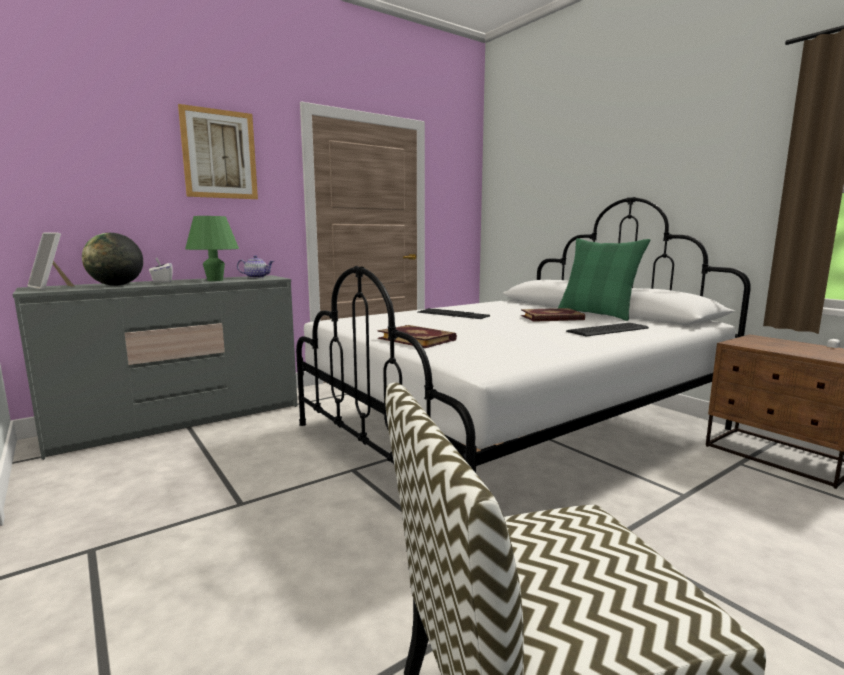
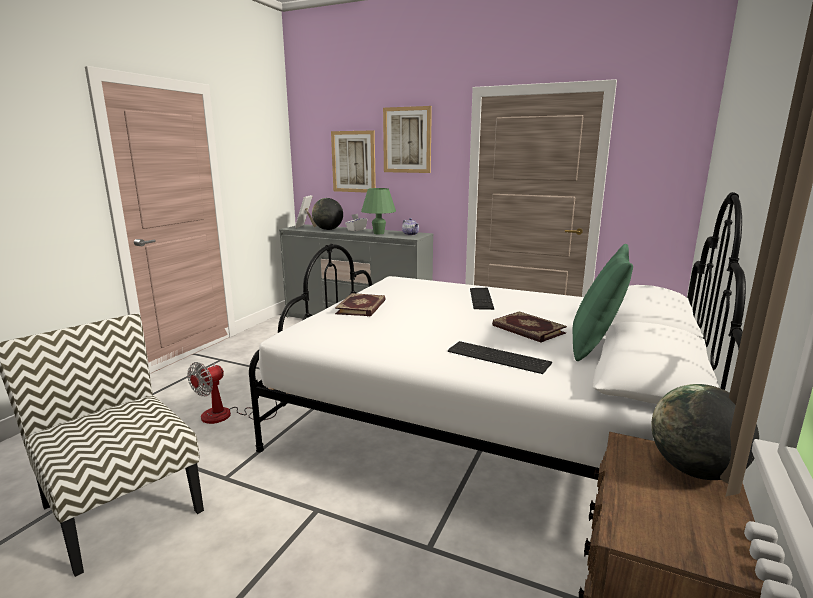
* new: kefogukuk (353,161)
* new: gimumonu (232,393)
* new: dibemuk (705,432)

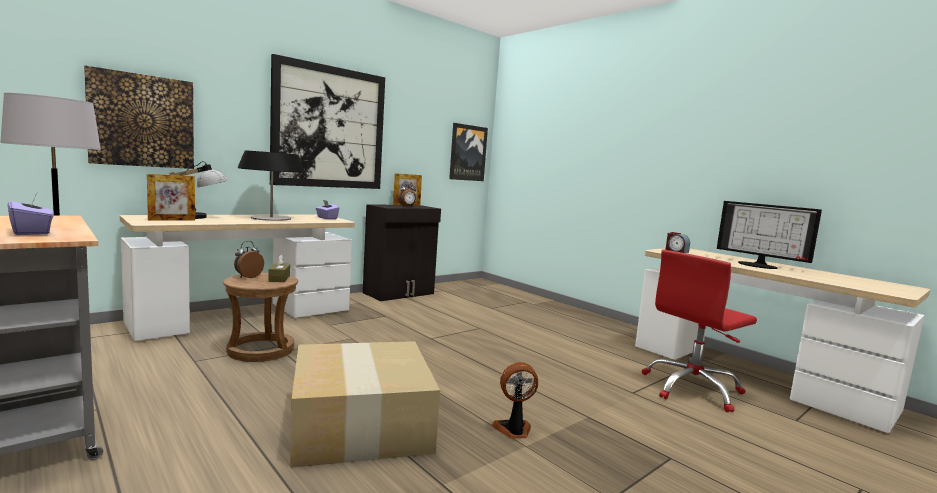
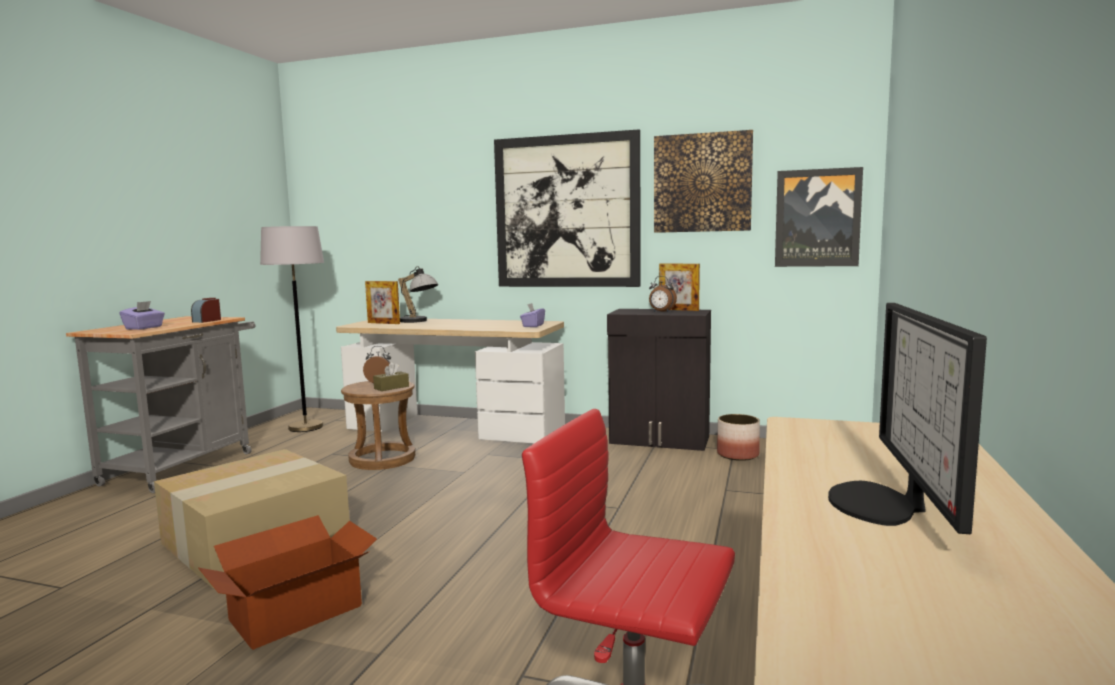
* shifted: kefogukuk (139,117) to (703,181)
* gone: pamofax (271,185)
* shifted: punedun (677,242) to (206,310)
* swapped: gimumonu (515,400) to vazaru (287,582)
* new: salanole (738,437)

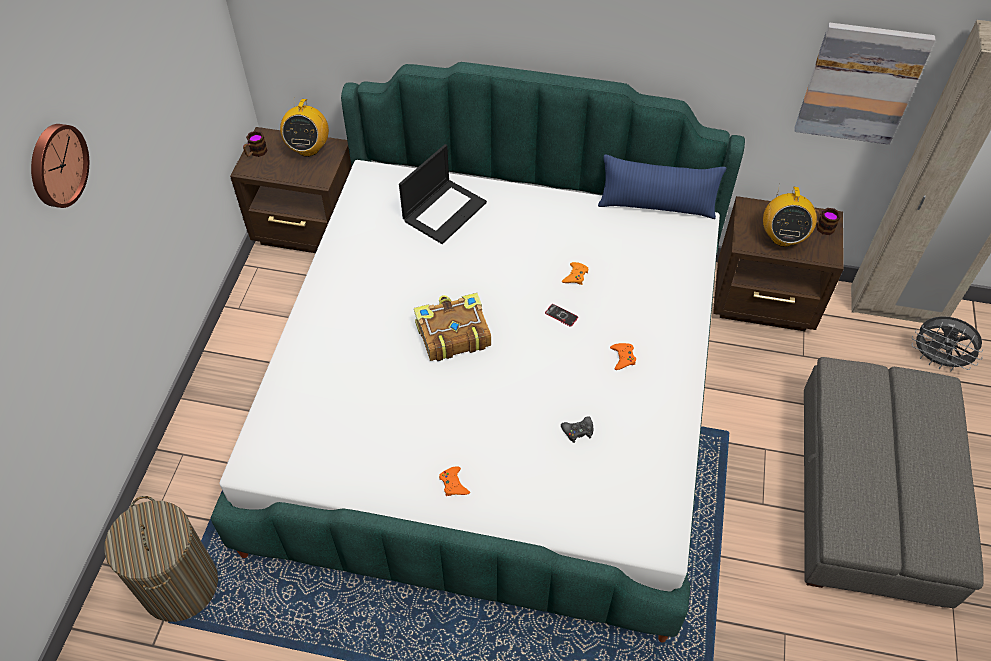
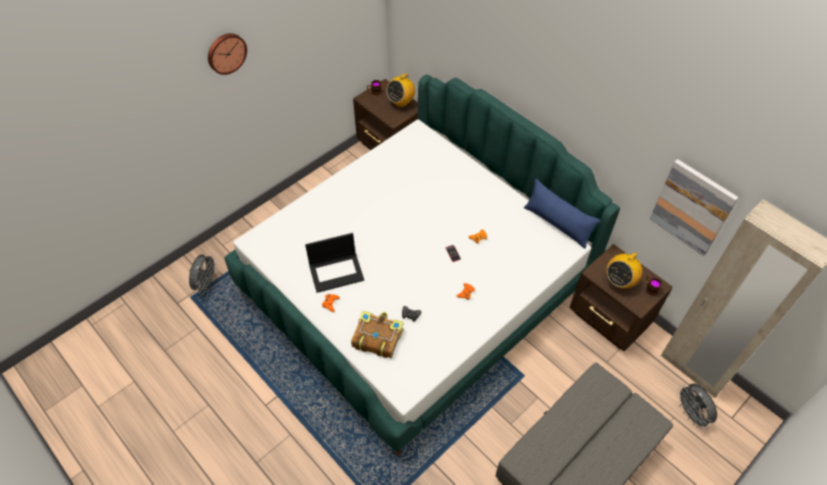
* shifted: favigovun (443,194) to (334,263)
* shifted: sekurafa (452,327) to (377,334)
* swapped: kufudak (161,559) to grey gimumonu (203,274)

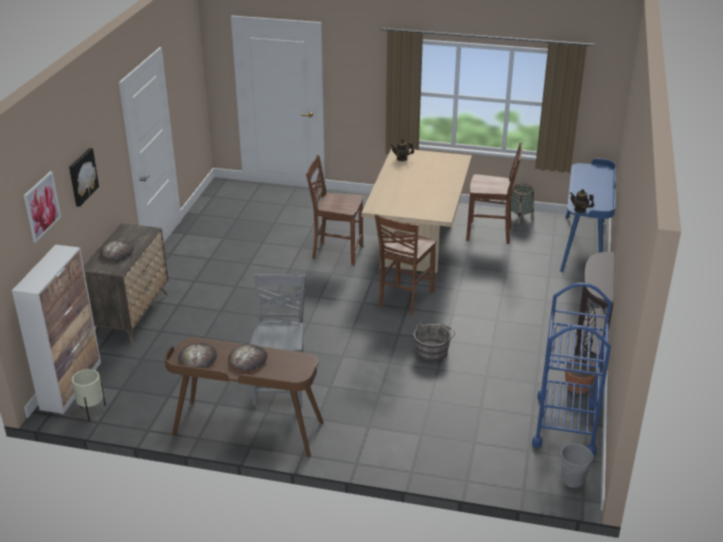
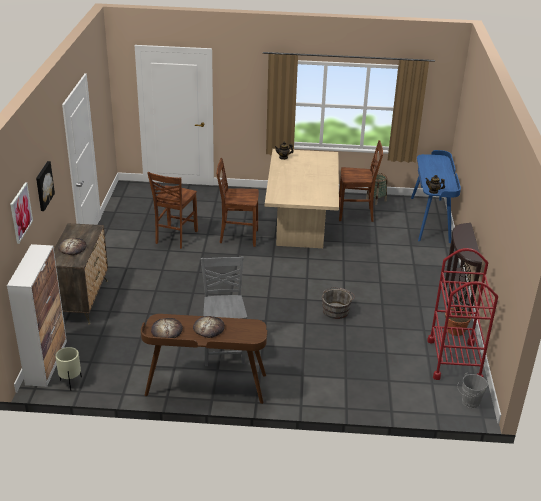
* shifted: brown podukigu (406,264) to (173,210)
* repainted: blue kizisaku (572,369) to red kizisaku (462,314)

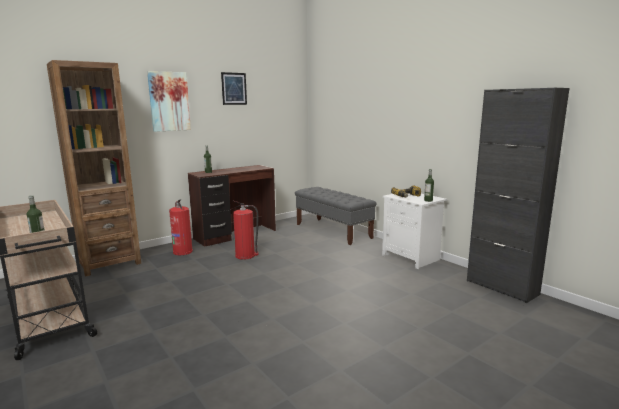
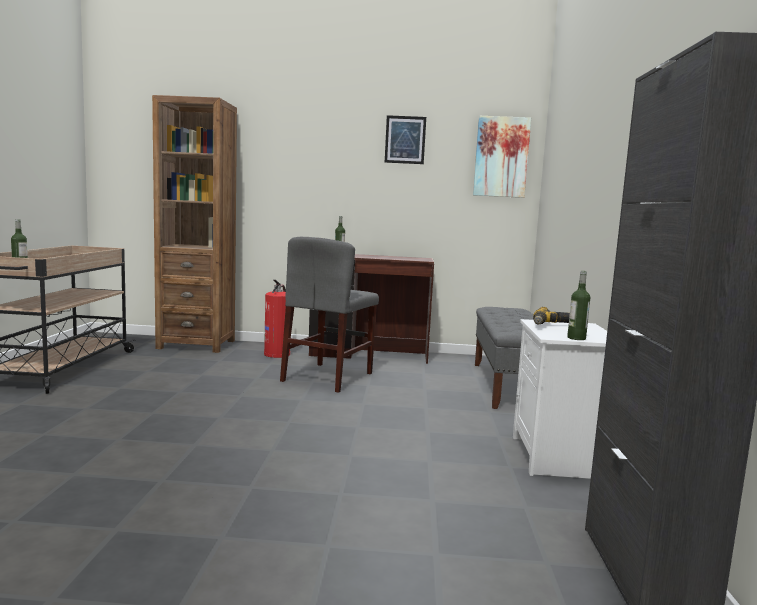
* shifted: kefogukuk (169,101) to (502,157)
* swapped: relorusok (245,230) to grey podukigu (329,315)

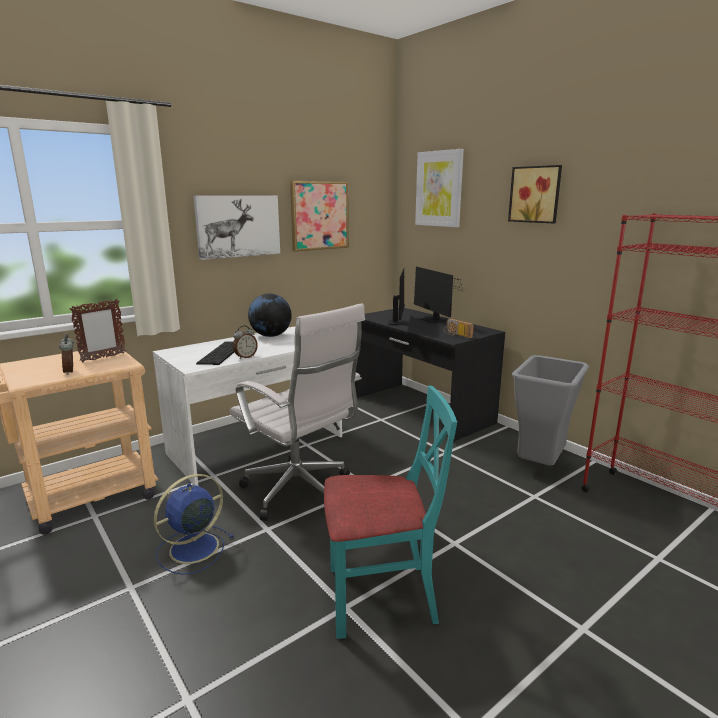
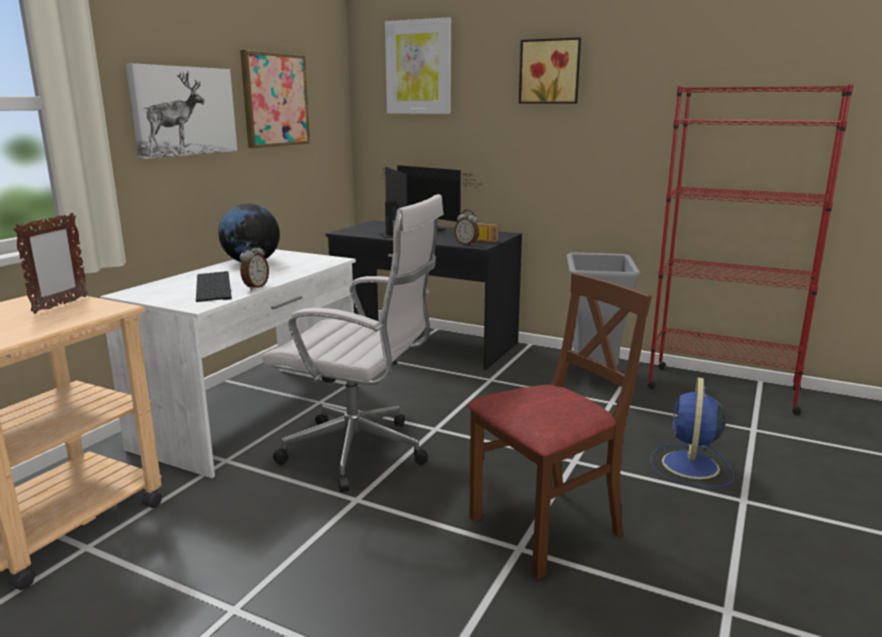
* shifted: punedun (66,354) to (466,228)
* repainted: turquoise podukigu (390,512) to brown podukigu (559,426)
* shifted: blue gimumonu (193,524) to (692,432)

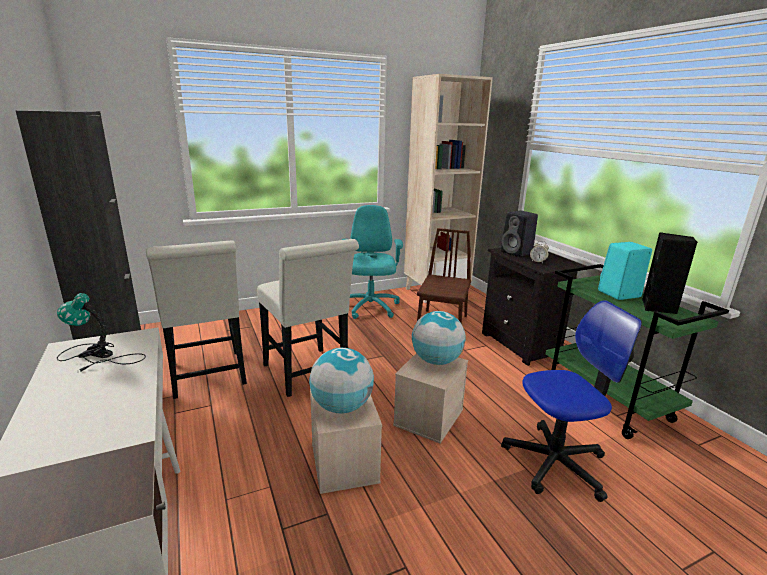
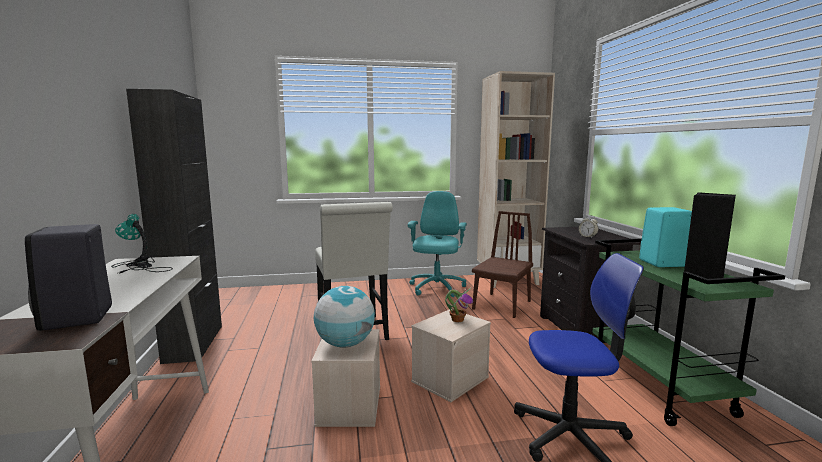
* shifted: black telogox (519,233) to (68,277)
* gone: white podukigu (196,320)
* swapped: dibemuk (439,338) to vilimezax (459,305)

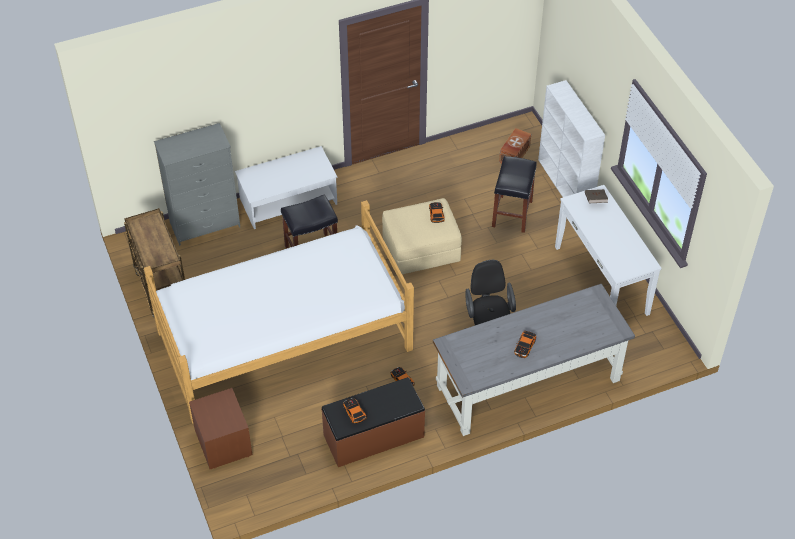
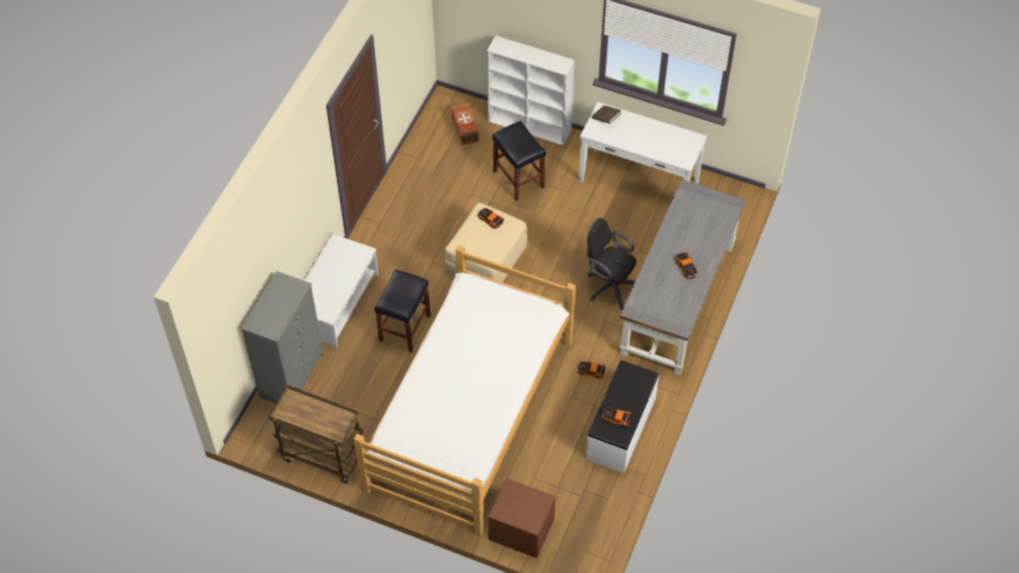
* repainted: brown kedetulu (373,422) to white kedetulu (622,416)

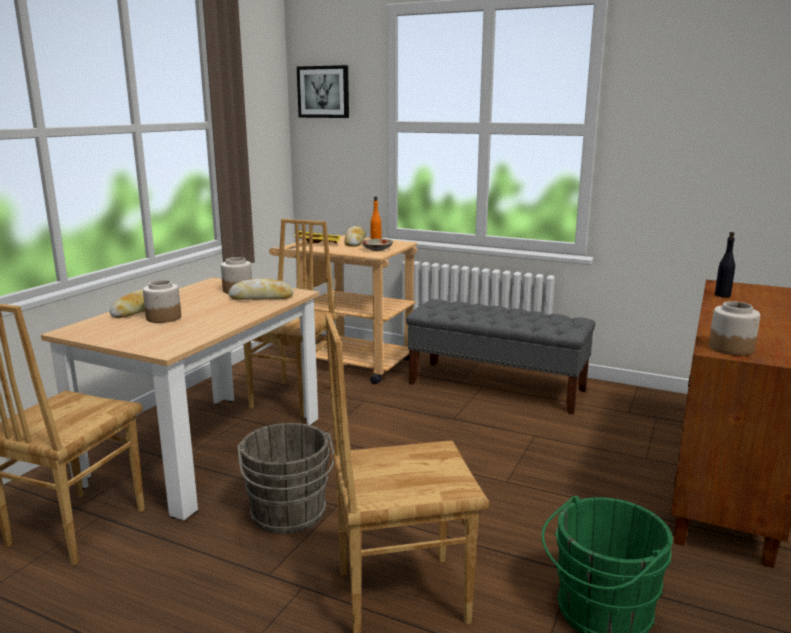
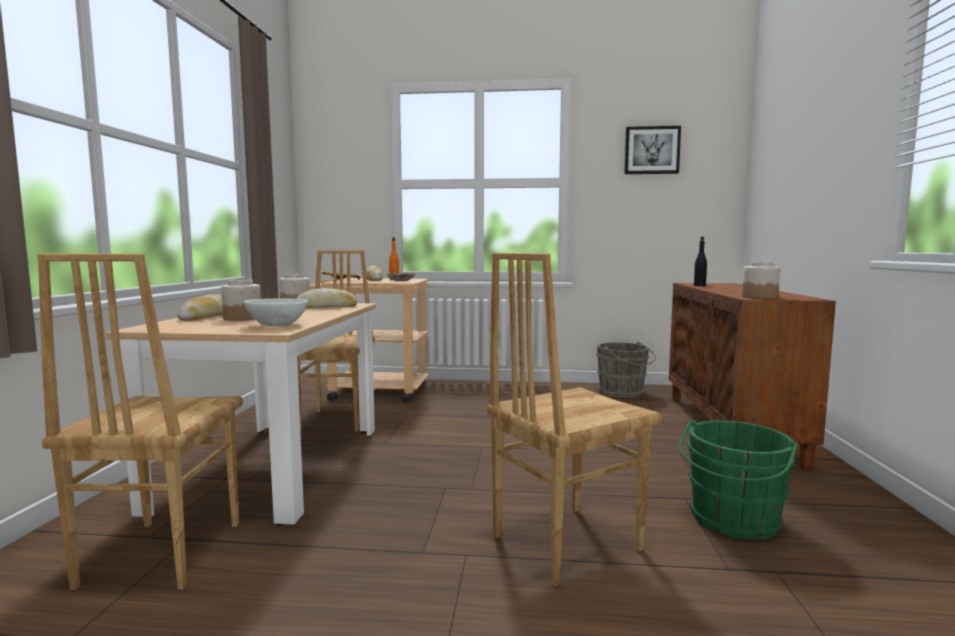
* shifted: kefogukuk (323,91) to (652,150)
* gone: grey kedetulu (501,356)
* shifted: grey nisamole (285,478) to (626,369)
* new: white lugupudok (276,312)

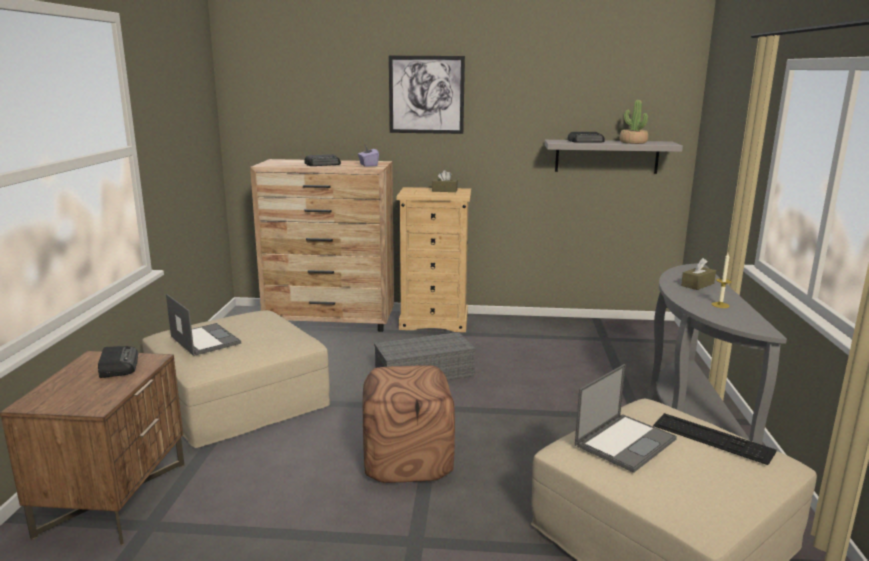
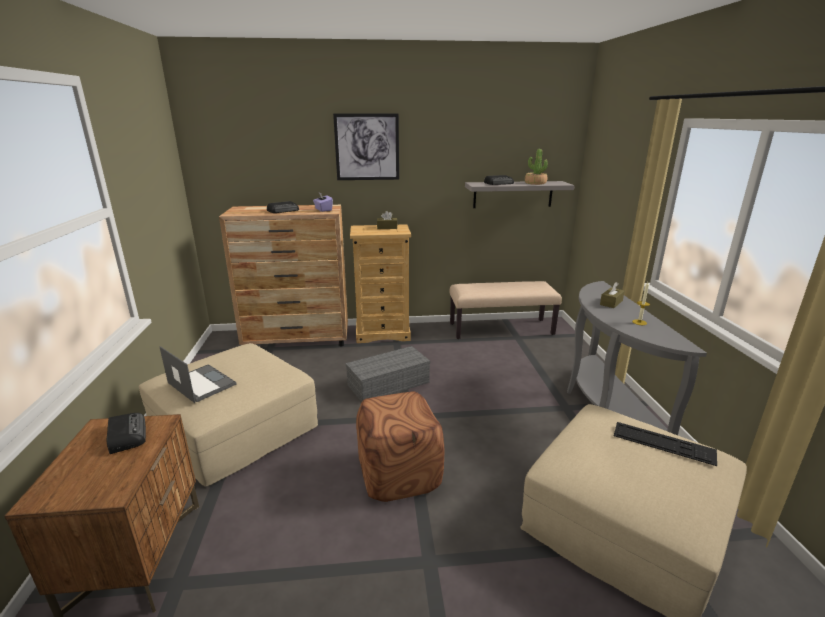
* gone: favigovun (626,418)
* new: beige kedetulu (506,310)

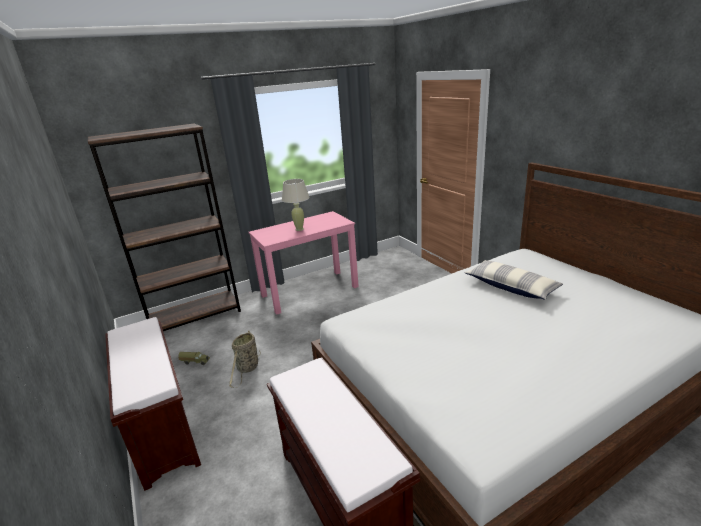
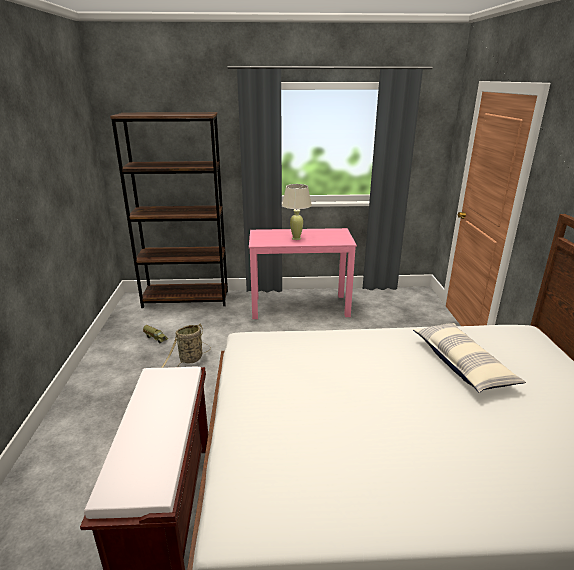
* gone: brown kedetulu (153,404)

